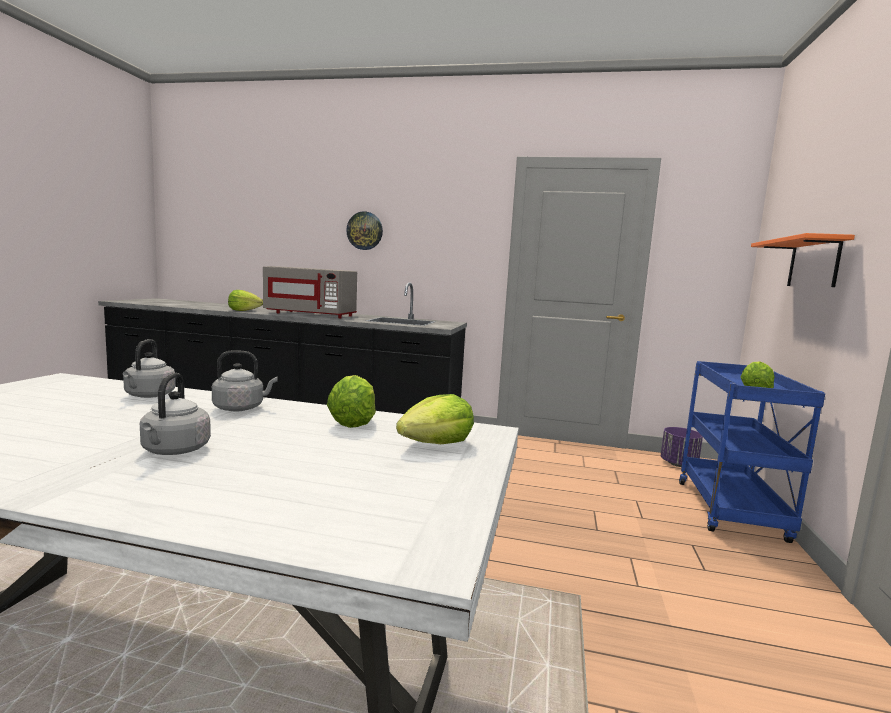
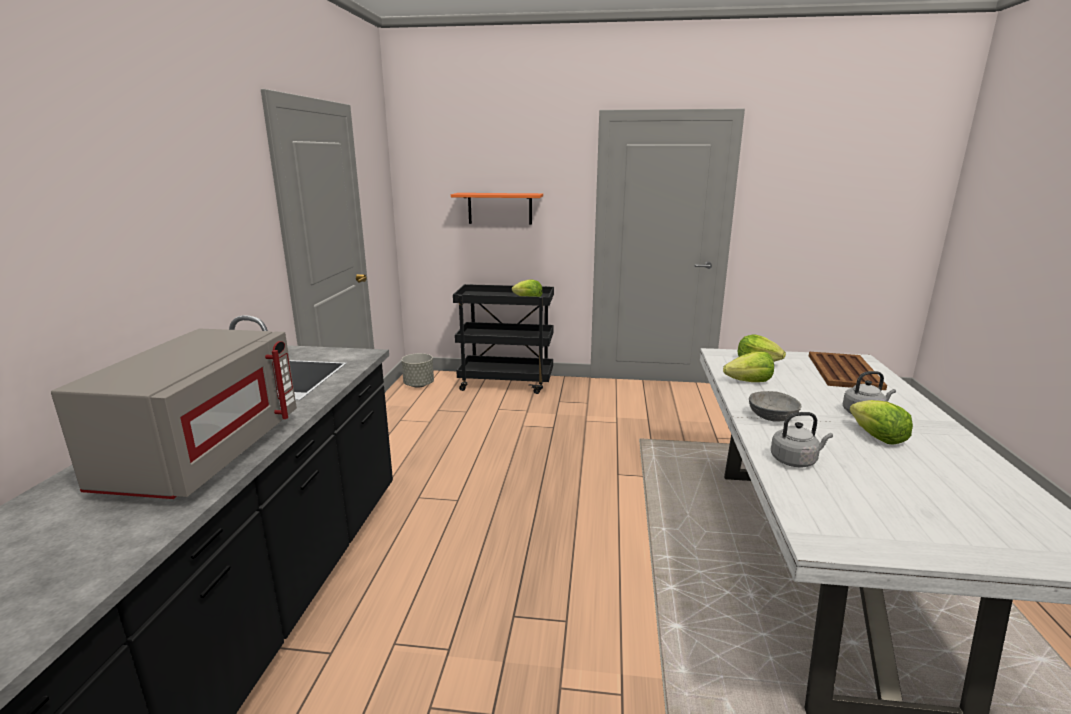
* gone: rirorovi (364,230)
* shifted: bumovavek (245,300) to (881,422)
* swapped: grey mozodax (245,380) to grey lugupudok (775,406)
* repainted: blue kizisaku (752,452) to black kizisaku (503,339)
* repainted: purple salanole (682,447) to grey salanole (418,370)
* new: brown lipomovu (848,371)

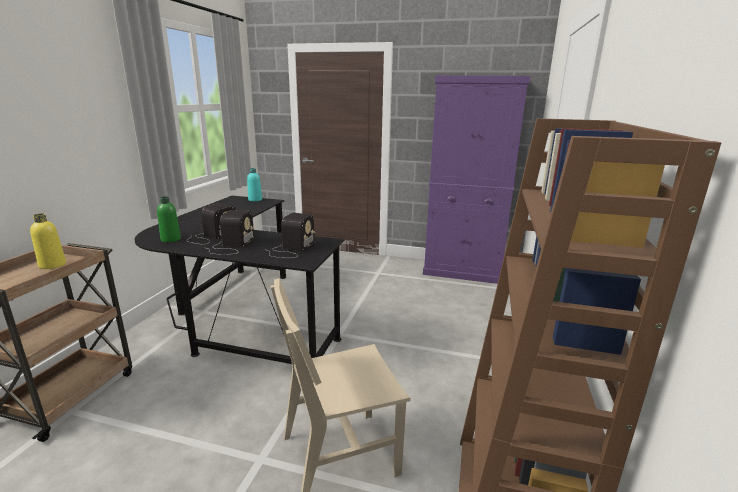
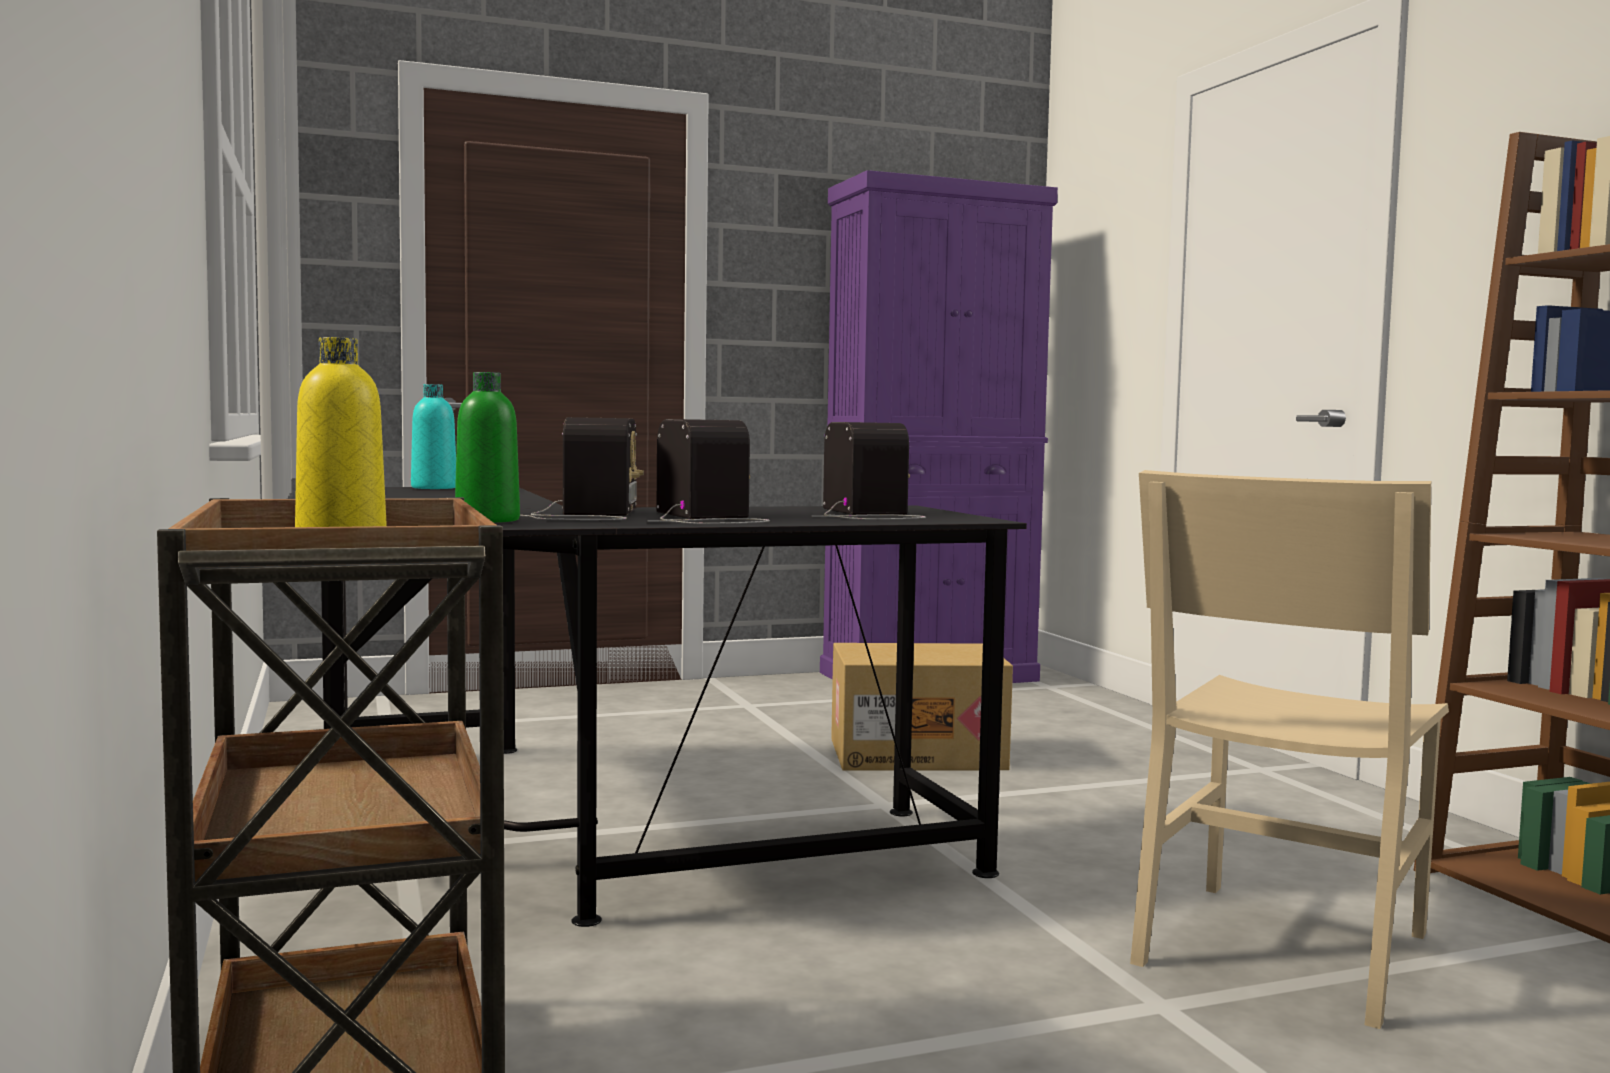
* new: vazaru (922,707)

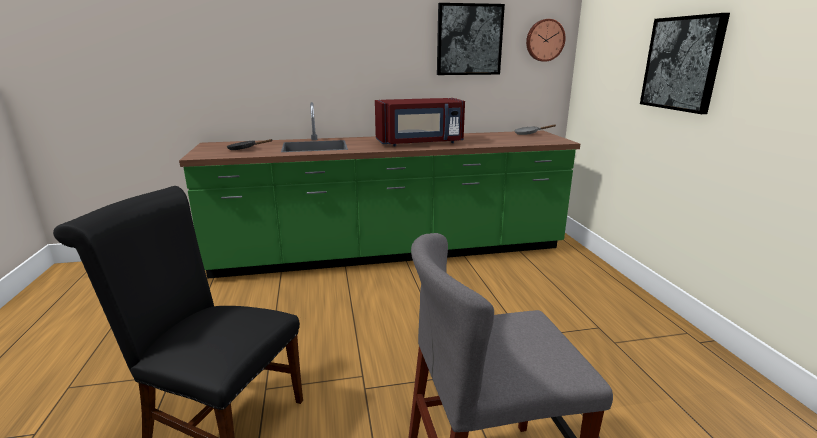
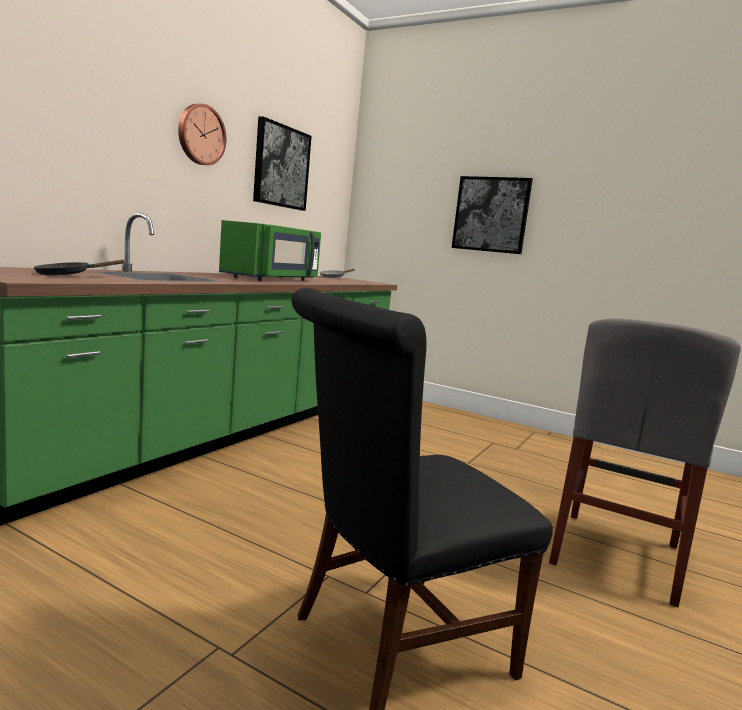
* shifted: rirorovi (546,40) to (202,134)
* repainted: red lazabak (420,122) to green lazabak (270,250)

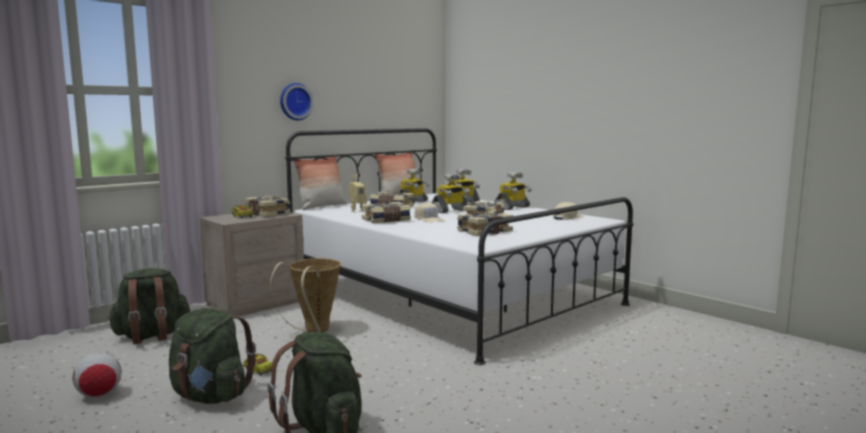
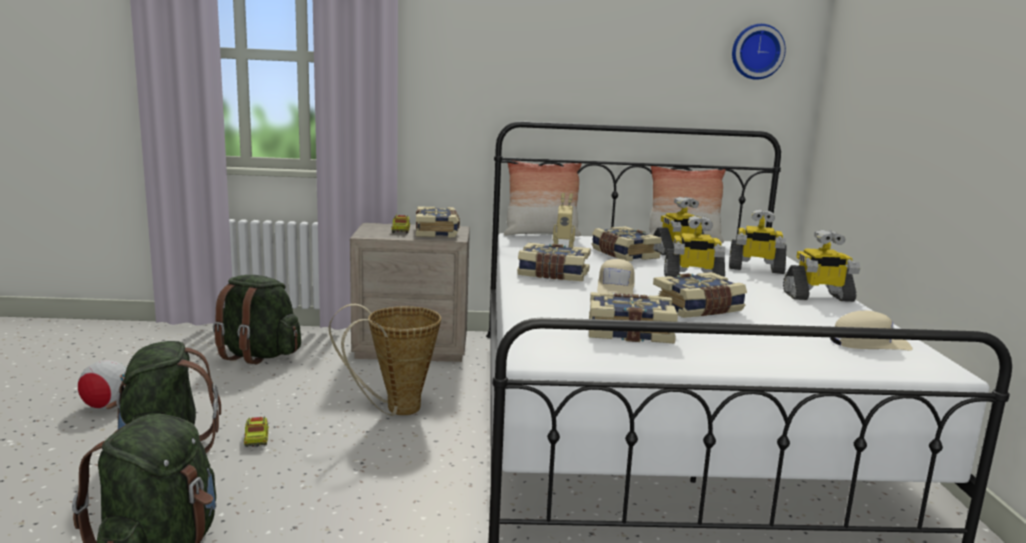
* shifted: rirorovi (296,101) to (759,52)

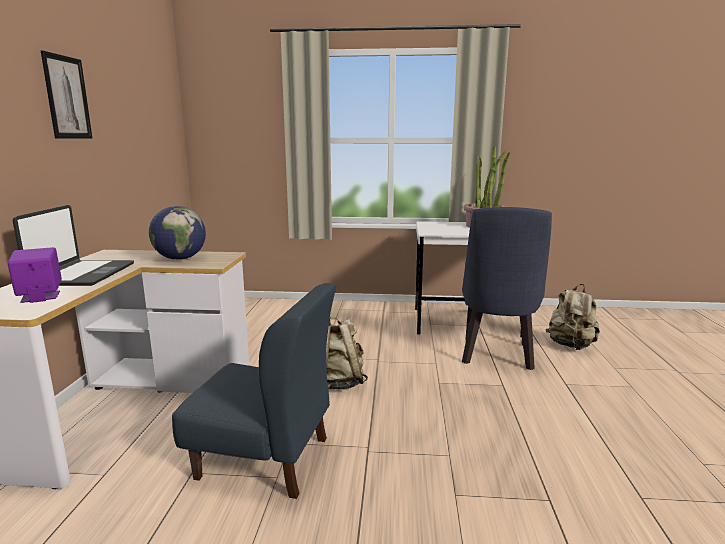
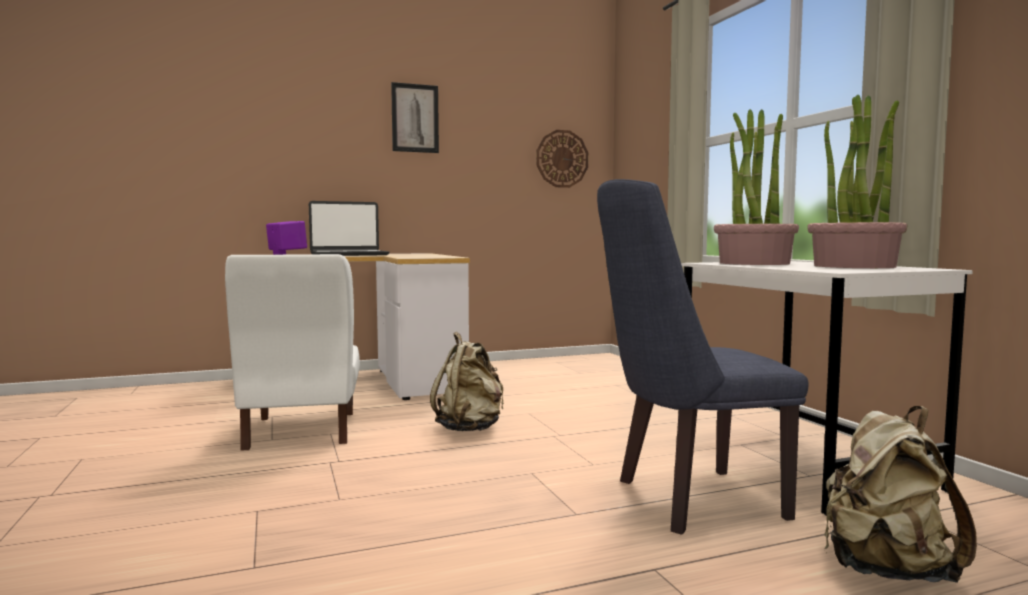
* gone: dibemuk (177,233)
* repainted: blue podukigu (254,391) to white podukigu (292,352)
* new: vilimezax (756,187)
* new: rirorovi (562,159)

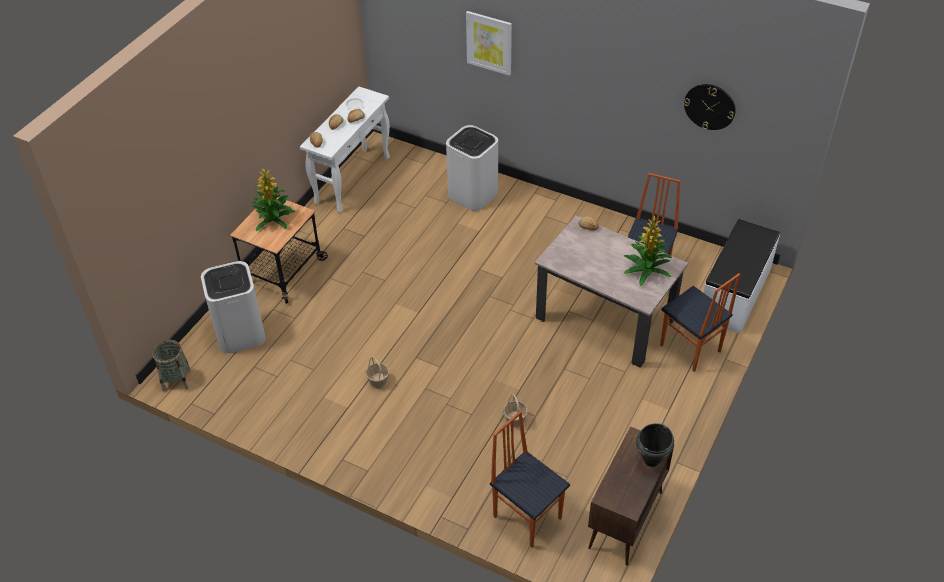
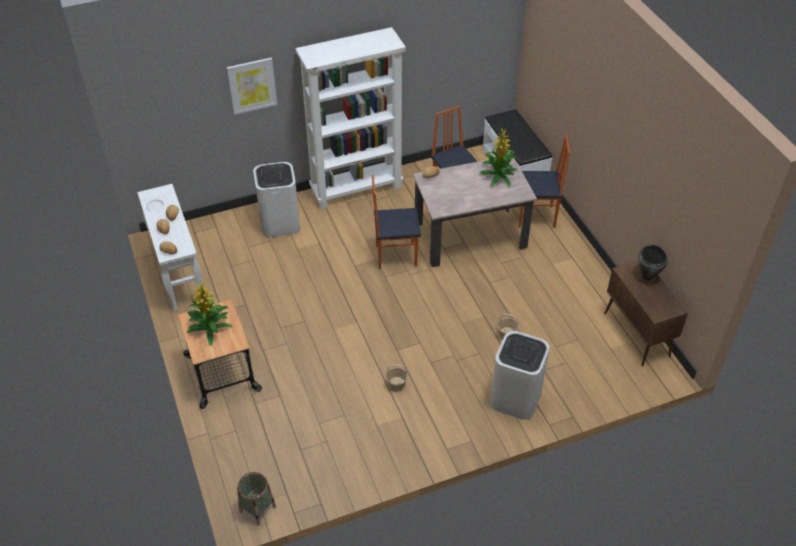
* gone: rirorovi (710,107)
* shifted: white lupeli (233,307) to (520,375)
* shifted: podukigu (530,479) to (396,222)
* new: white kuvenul (350,118)

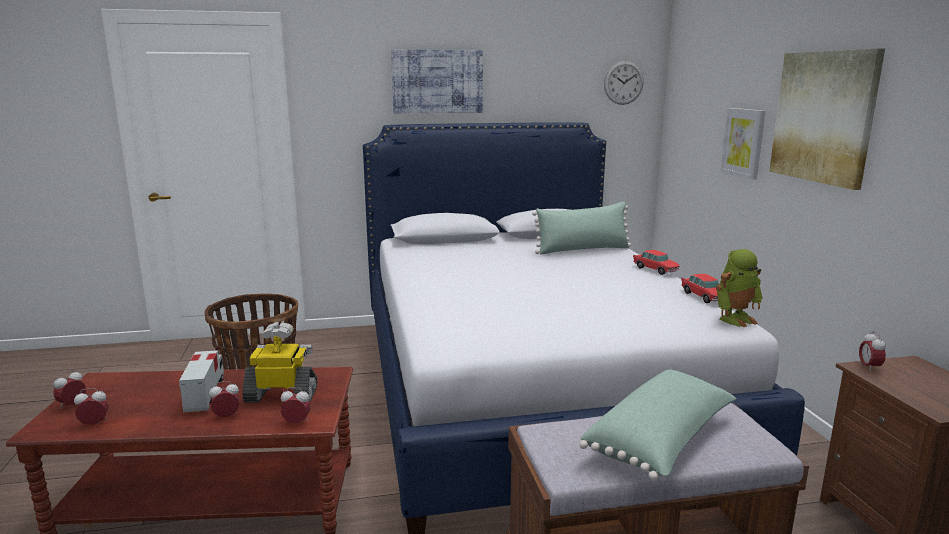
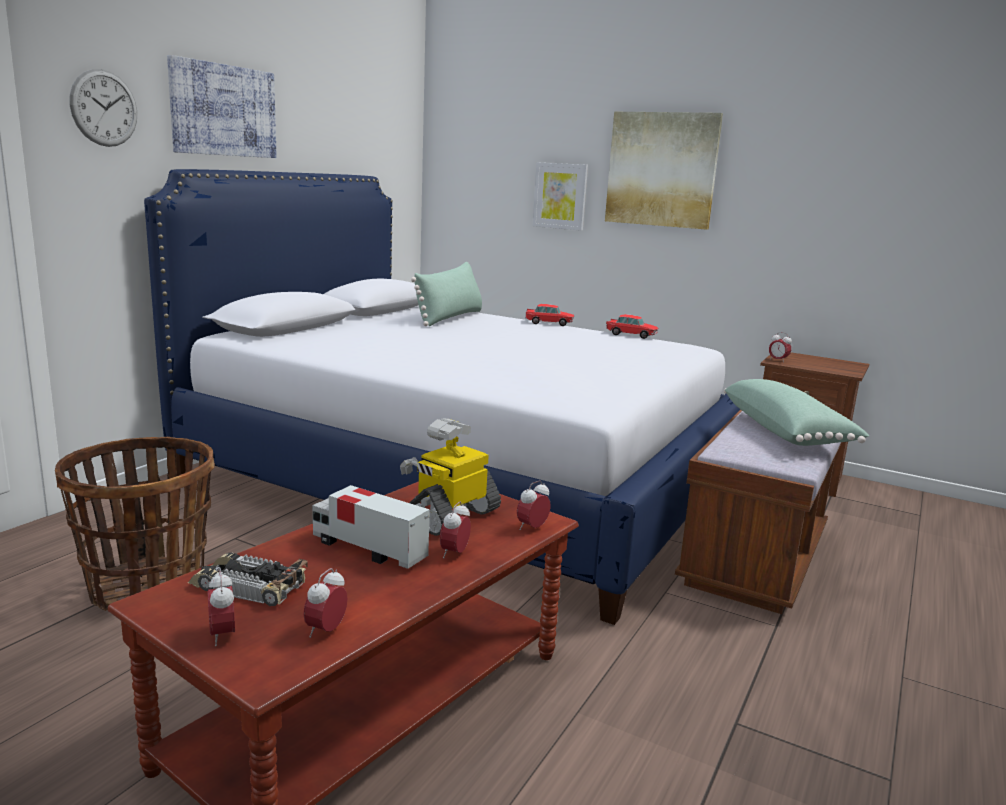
* shifted: rirorovi (624,83) to (103,108)
* gone: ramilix (739,288)
* new: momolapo (248,579)

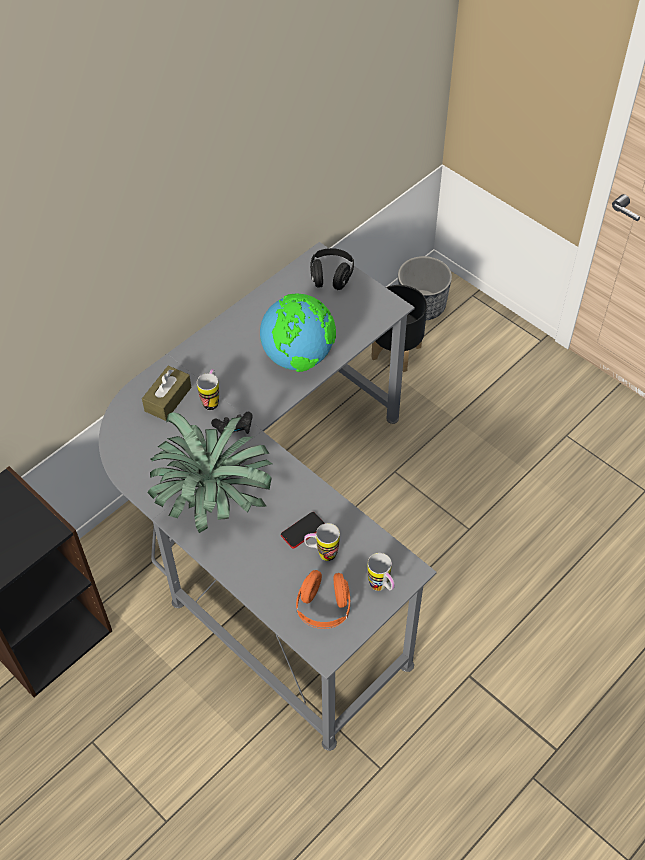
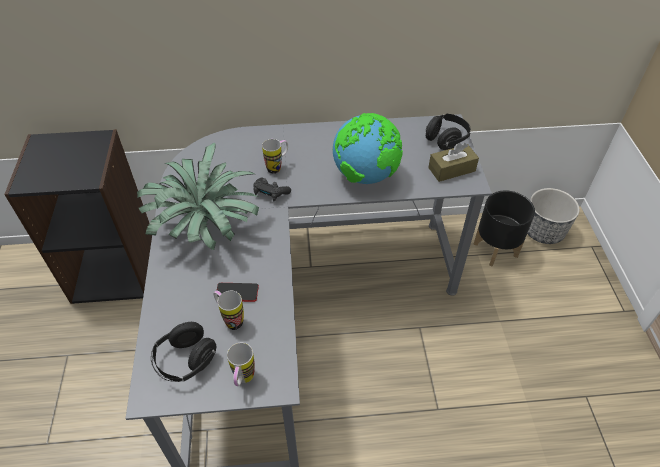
* shifted: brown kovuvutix (166,393) to (453,162)
* repainted: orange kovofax (323,599) to black kovofax (183,352)

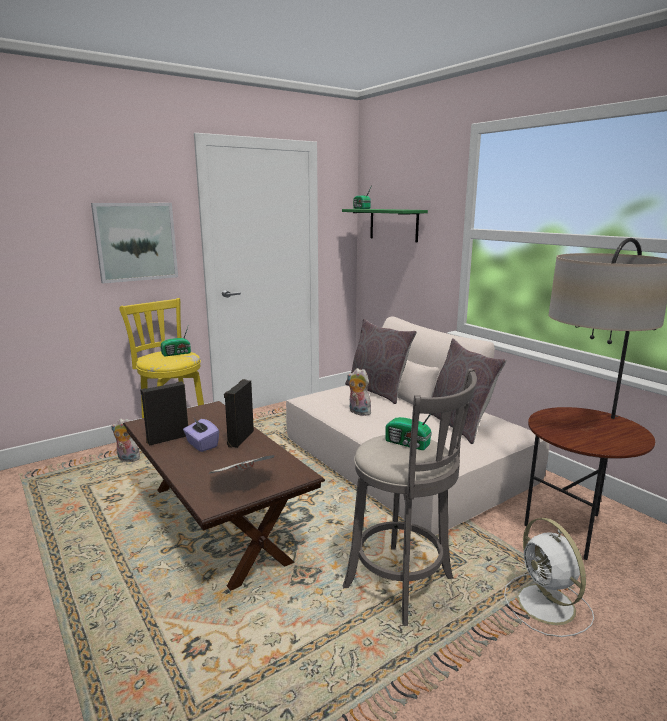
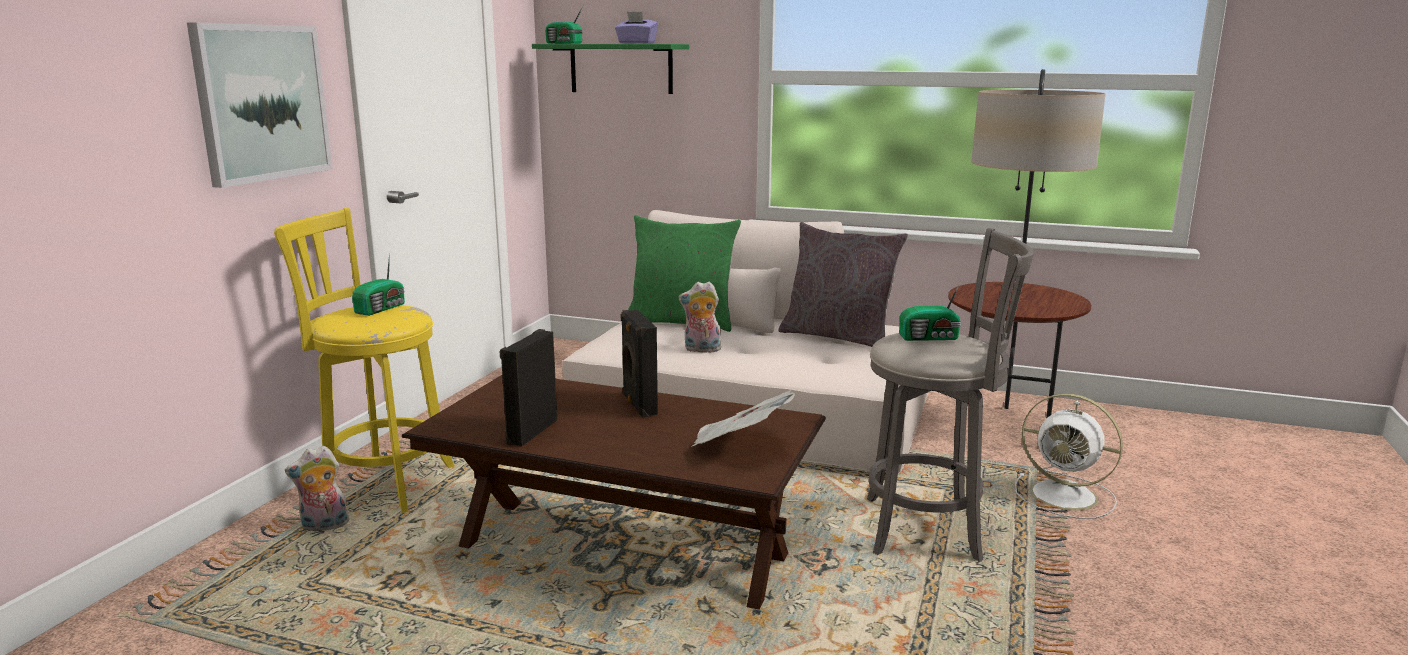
* repainted: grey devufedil (381,361) to green devufedil (684,273)
* shifted: purple kovuvutix (201,434) to (636,28)

